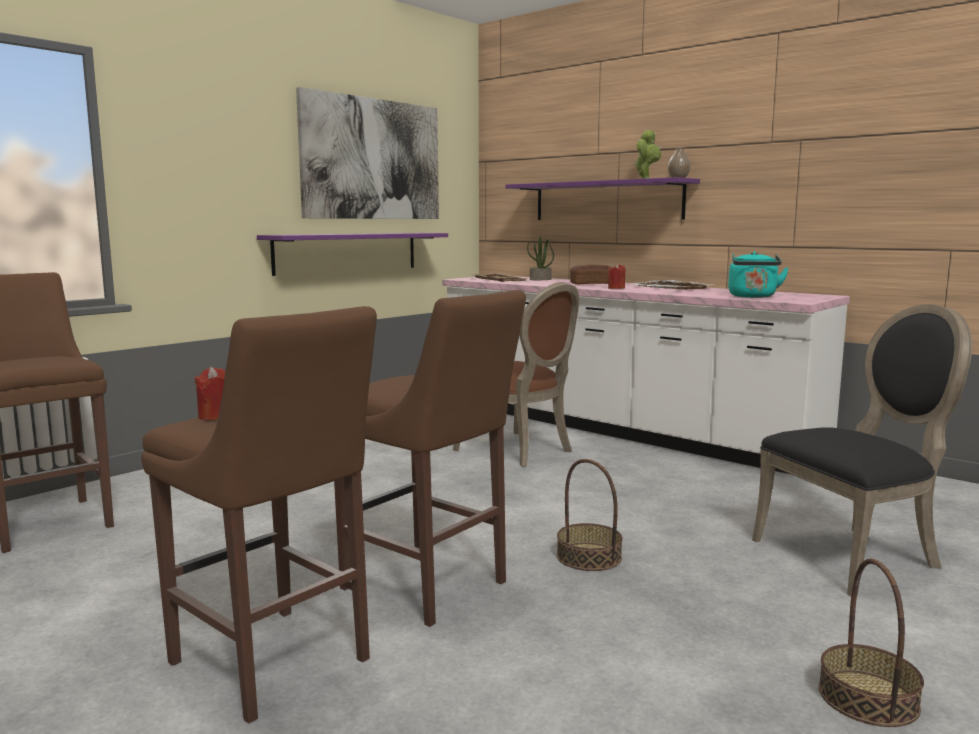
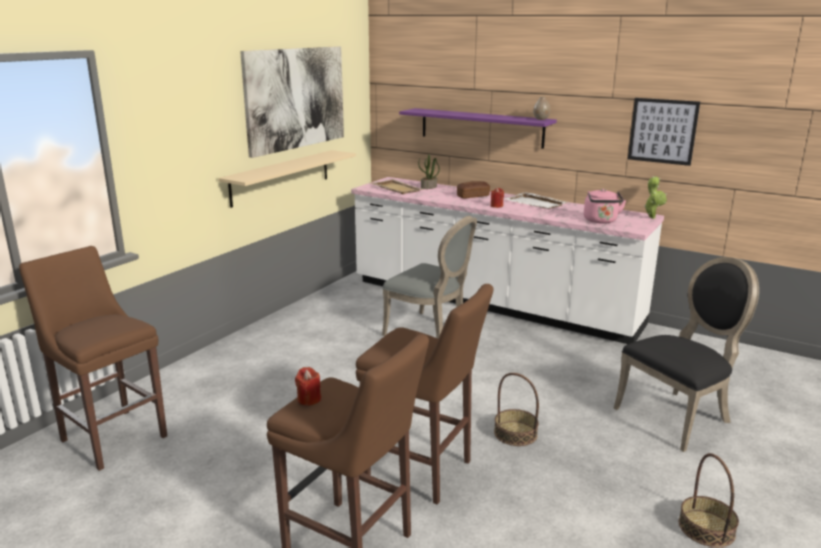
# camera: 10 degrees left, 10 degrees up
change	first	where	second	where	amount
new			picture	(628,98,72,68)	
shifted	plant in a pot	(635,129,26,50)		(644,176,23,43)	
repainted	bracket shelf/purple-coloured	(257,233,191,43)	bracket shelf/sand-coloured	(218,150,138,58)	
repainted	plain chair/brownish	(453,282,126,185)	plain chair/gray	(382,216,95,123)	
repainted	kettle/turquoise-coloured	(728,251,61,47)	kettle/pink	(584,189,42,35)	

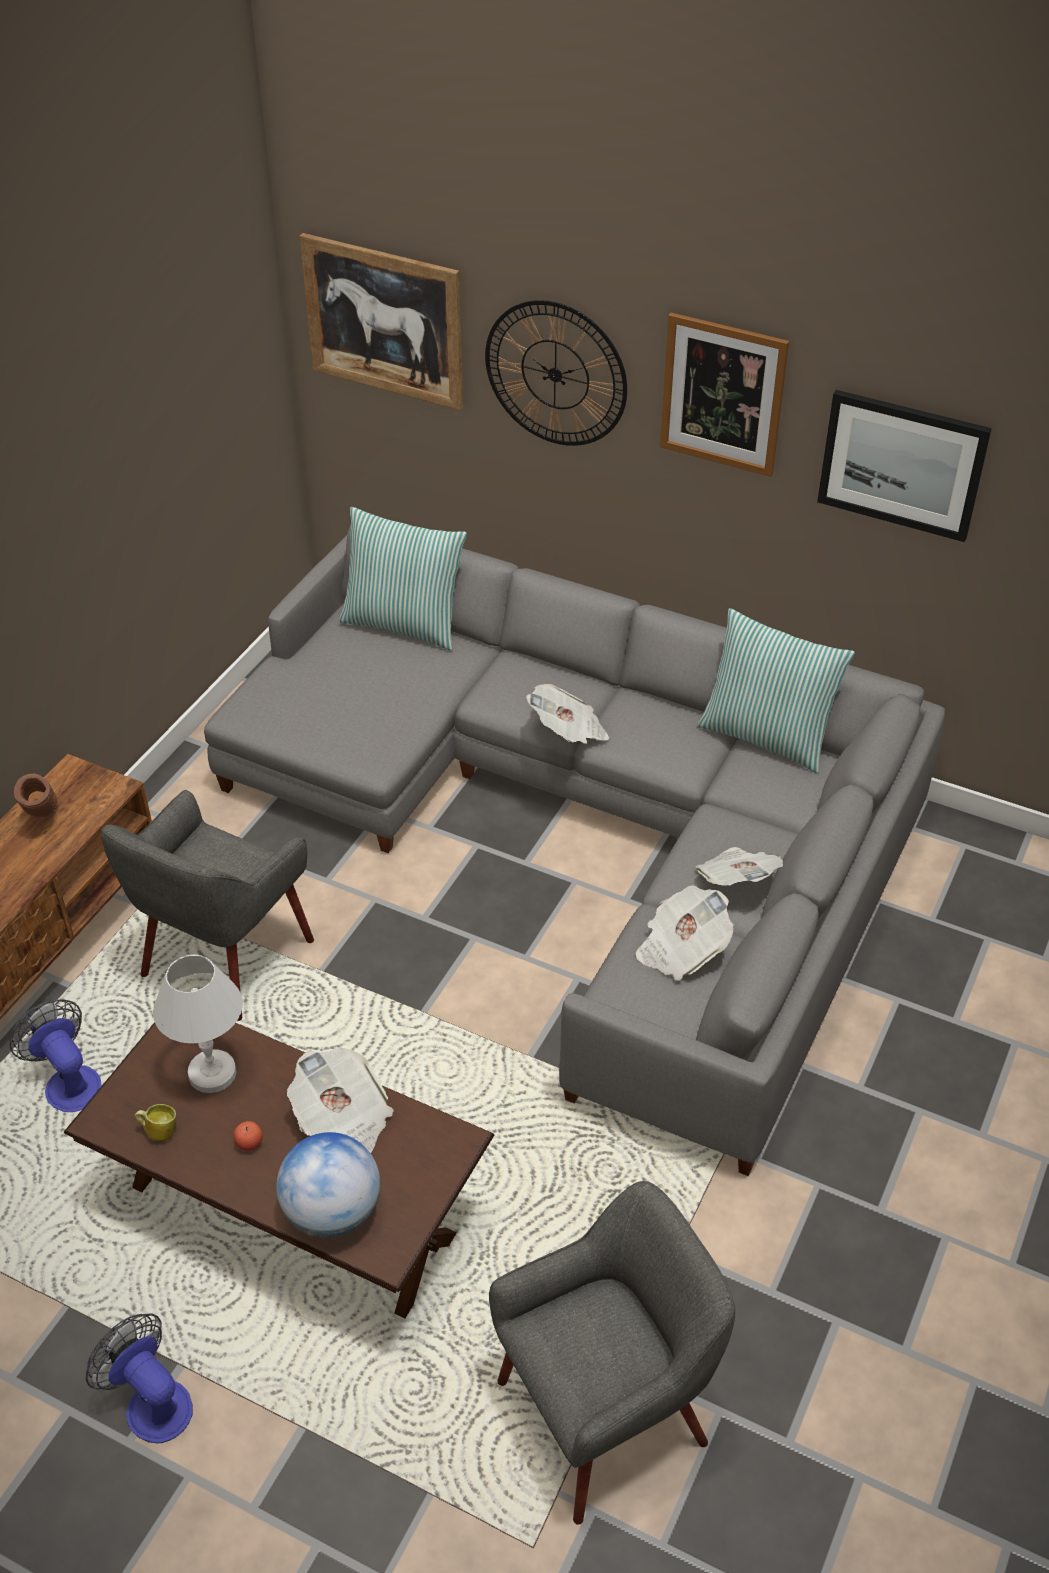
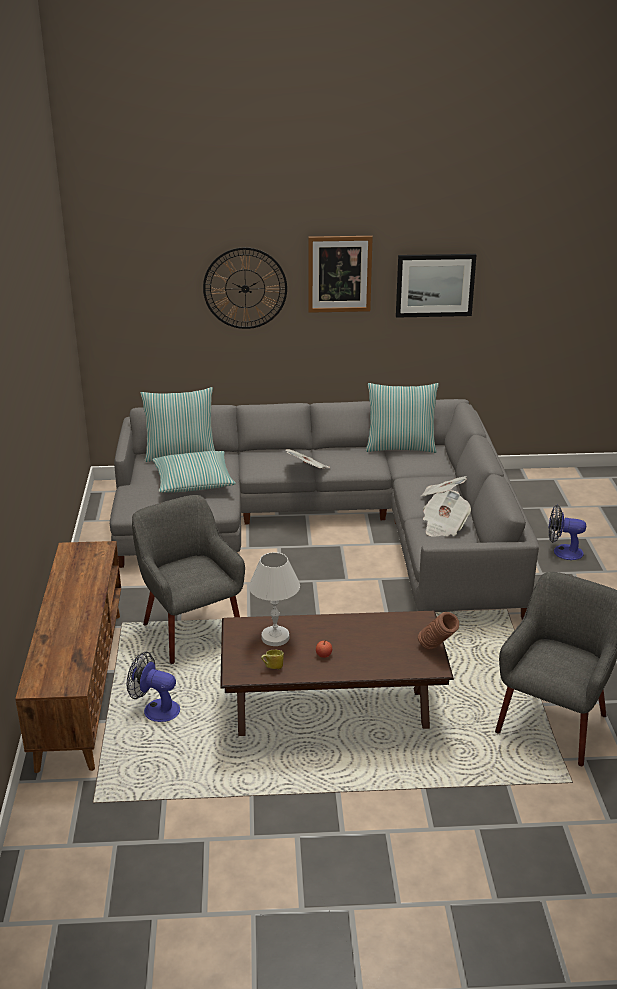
# camera: 30 degrees left, 15 degrees down
change	first	where	second	where	amount
gone	globe	(276,1132,104,106)			
gone	printed paper	(287,1048,107,105)			
gone	picture	(300,233,163,178)			
new			cushion	(152,451,84,42)	
shifted	vase/brownish	(14,774,43,43)		(418,612,41,37)	
shifted	electric fan	(86,1314,107,129)		(549,505,37,55)	
rotated	armchair/gray	(101,790,213,231)		(132,495,113,169)	150 degrees clockwise

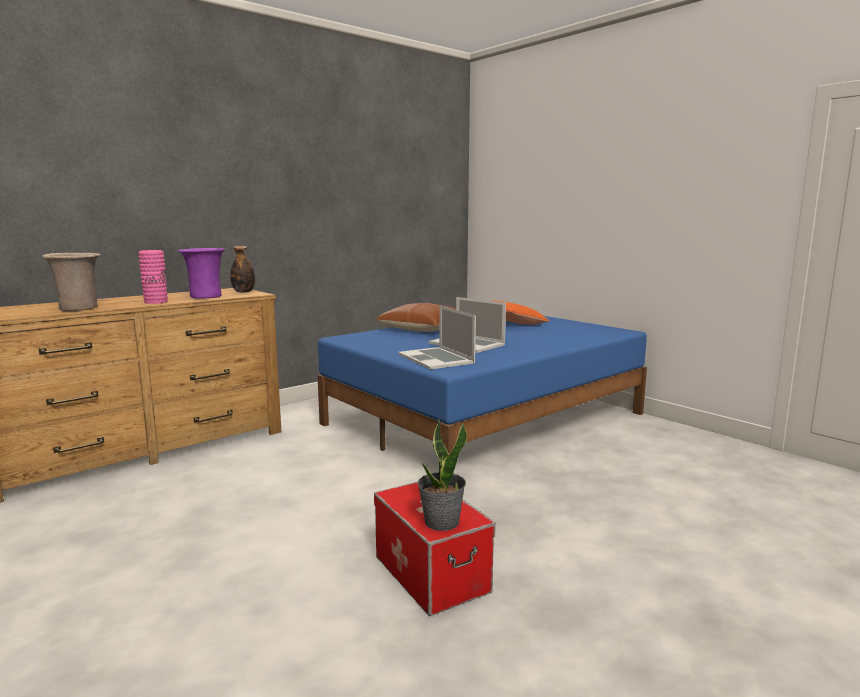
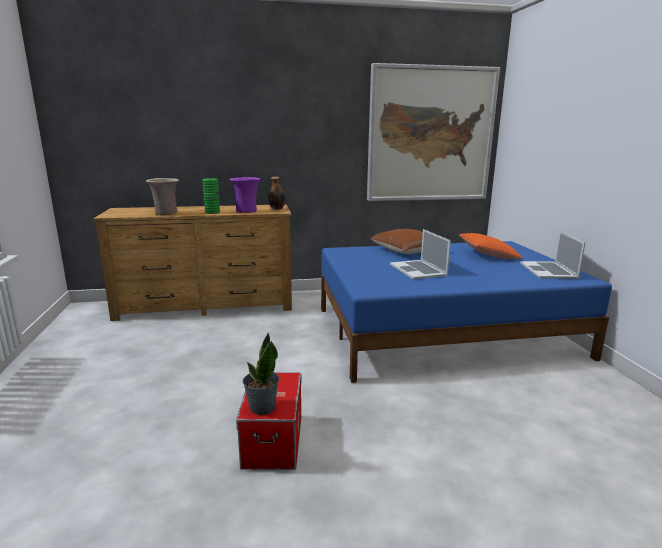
# camera: 30 degrees right, 5 degrees up
change	first	where	second	where	amount
new			picture	(367,63,133,138)	
shifted	notebook computer	(398,306,78,64)		(520,231,65,48)	
repainted	vase/pink	(138,250,30,54)	vase/greenish	(202,178,18,36)	

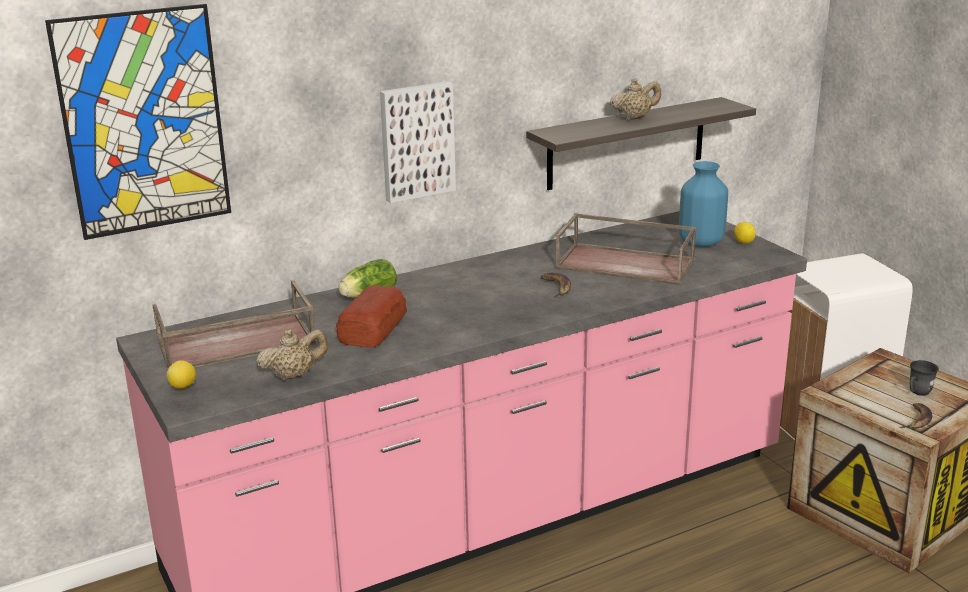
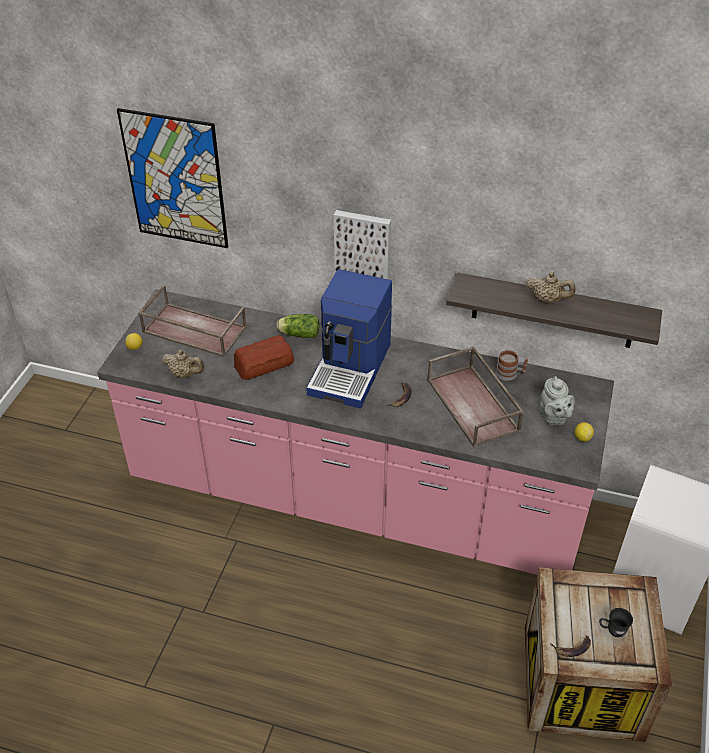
# camera: 45 degrees right, 20 degrees up
change	first	where	second	where	amount
new			coffee machine	(306,269,86,140)	
new			coffee mug	(495,350,33,31)	
swapped	vase/blue-coloured	(679,161,49,86)	pot for tea/gray	(539,376,36,49)	

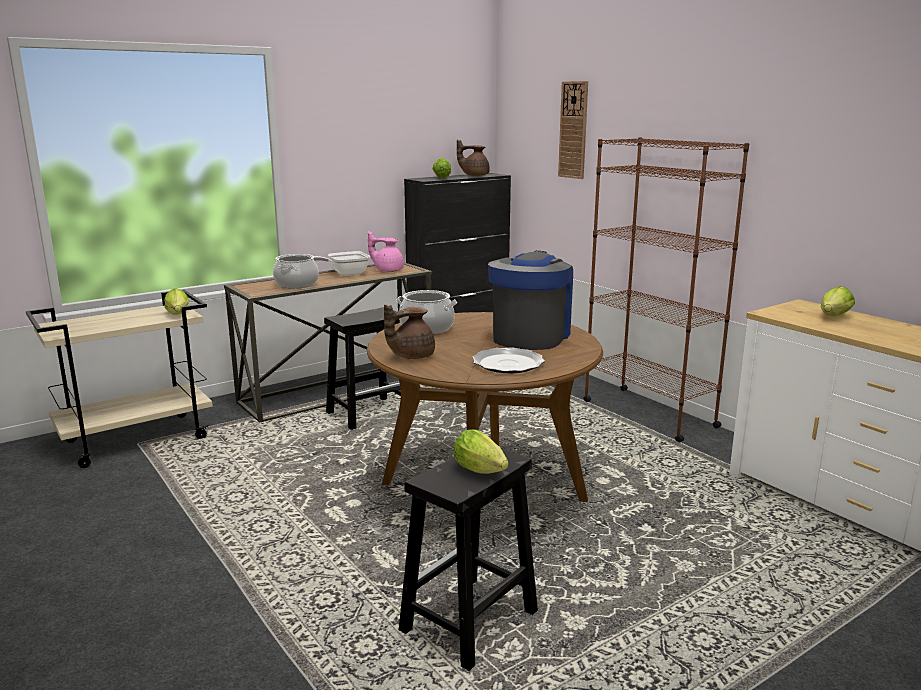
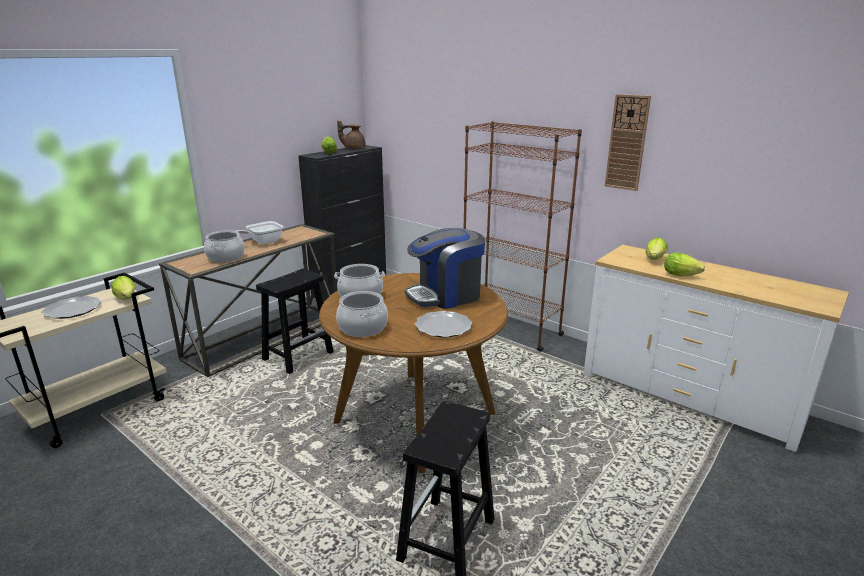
# camera: 15 degrees left, 5 degrees up
change	first	where	second	where	amount
gone	pot for tea/pink	(368,231,36,41)			
new			plate	(42,296,60,23)	
shifted	head of lettuce	(453,429,55,45)		(664,253,41,23)	
shifted	wall clock	(558,81,30,98)		(605,94,46,97)	
swapped	pot for tea/brownish	(384,305,51,54)	stockpot	(336,291,52,46)	
rotated	coffee machine	(488,251,85,99)		(405,228,80,81)	120 degrees counterclockwise

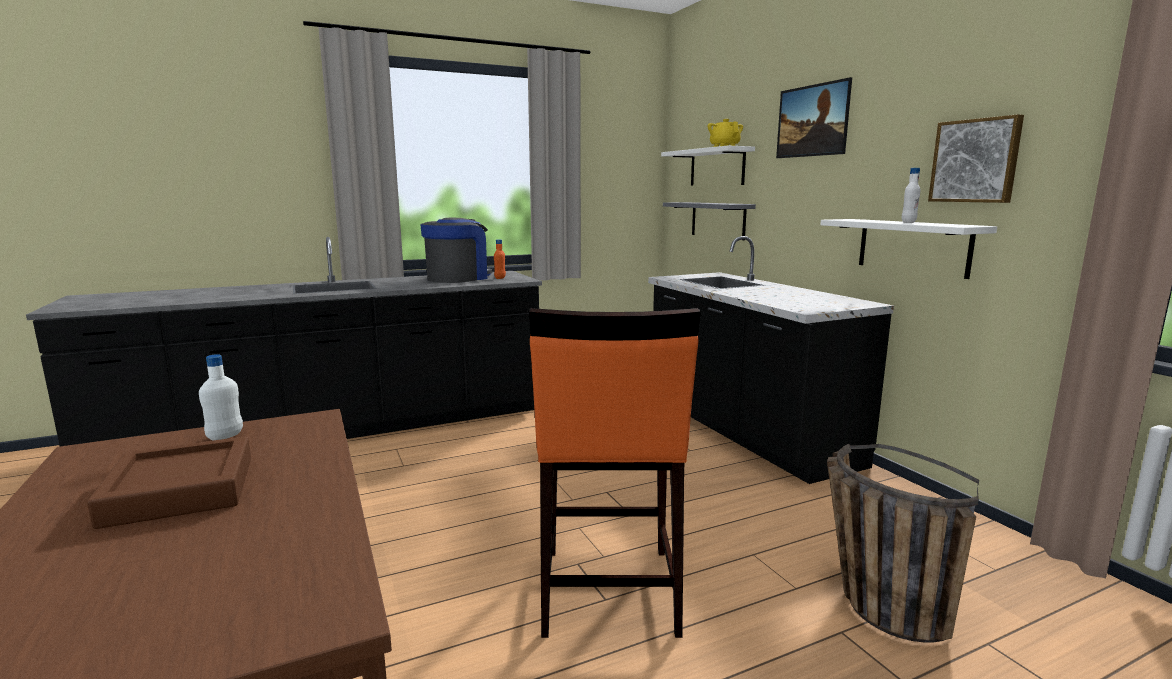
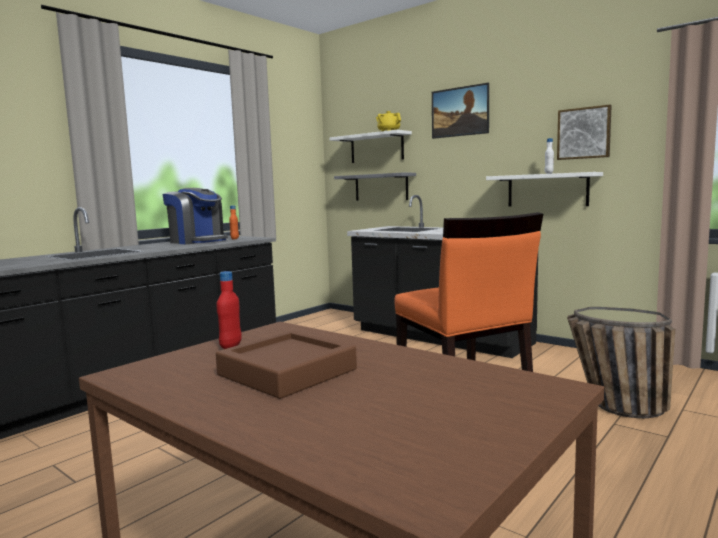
# camera: 25 degrees left, 5 degrees down
change	first	where	second	where	amount
repainted	bottle/white	(199,354,44,86)	bottle/red-coloured	(216,271,26,78)	
rotated	coffee machine	(420,218,73,65)		(162,188,66,56)	120 degrees clockwise

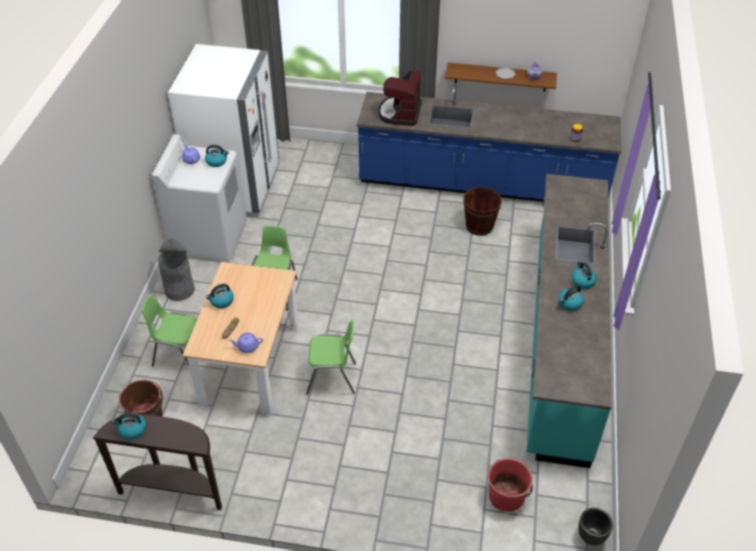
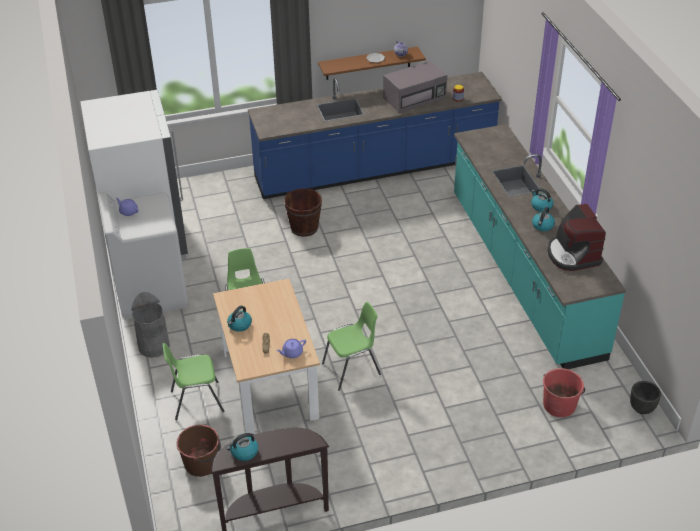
# camera: 25 degrees left, 5 degrees down
change	first	where	second	where	amount
gone	kettle	(205,145,24,22)			
new			microwave/gray	(383,61,64,52)	
shifted	coffee machine	(378,70,44,56)		(547,204,59,67)	
shifted	pail/brownish	(464,187,38,49)		(284,188,38,49)	

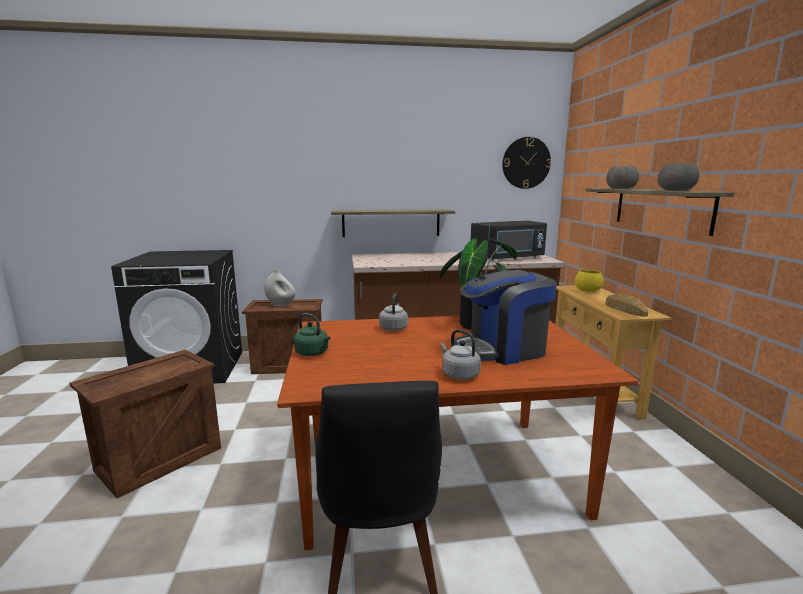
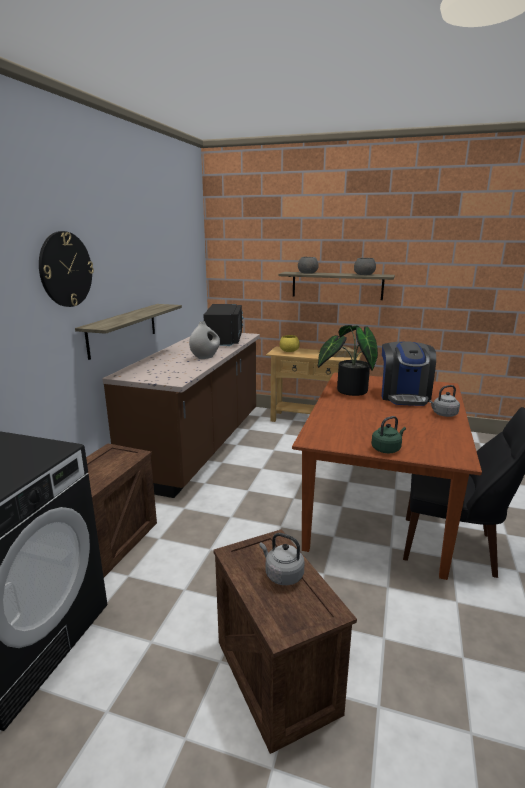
# camera: 65 degrees left, 5 degrees up
change	first	where	second	where	amount
shifted	vase/white	(264,270,32,37)		(189,321,31,38)	
shifted	kettle/gray	(379,293,29,38)		(260,533,44,52)	
shifted	wall clock	(502,137,49,52)		(39,231,55,76)	

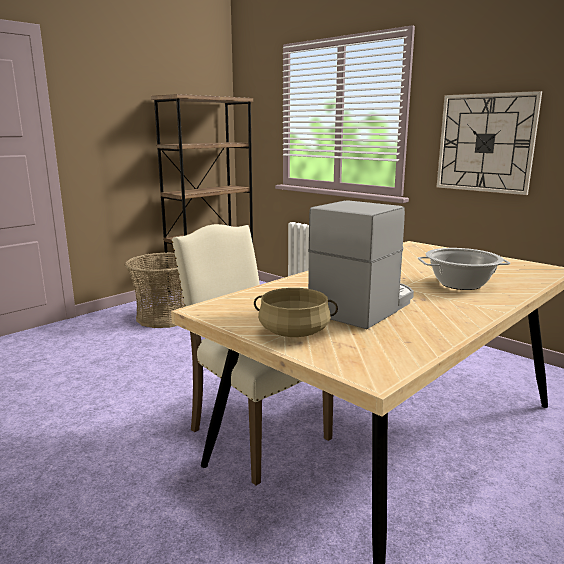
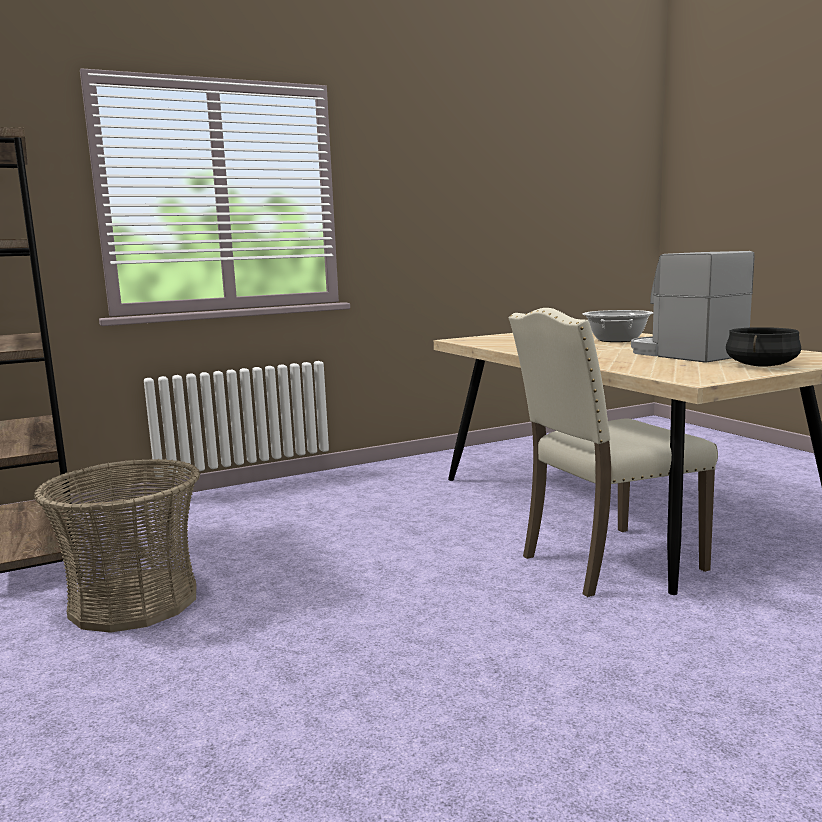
# camera: 70 degrees left, 5 degrees down
change	first	where	second	where	amount
gone	wall clock	(437,91,105,104)			
repainted	stockpot/sand-coloured	(254,288,84,49)	stockpot/blackish	(726,327,75,40)	

